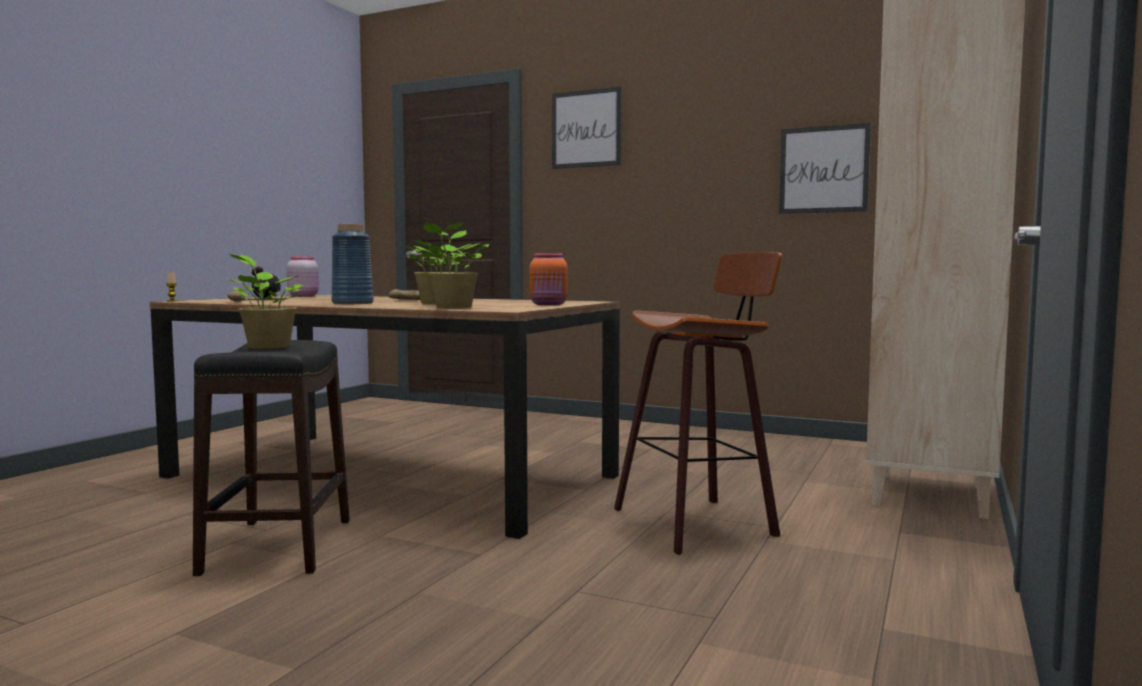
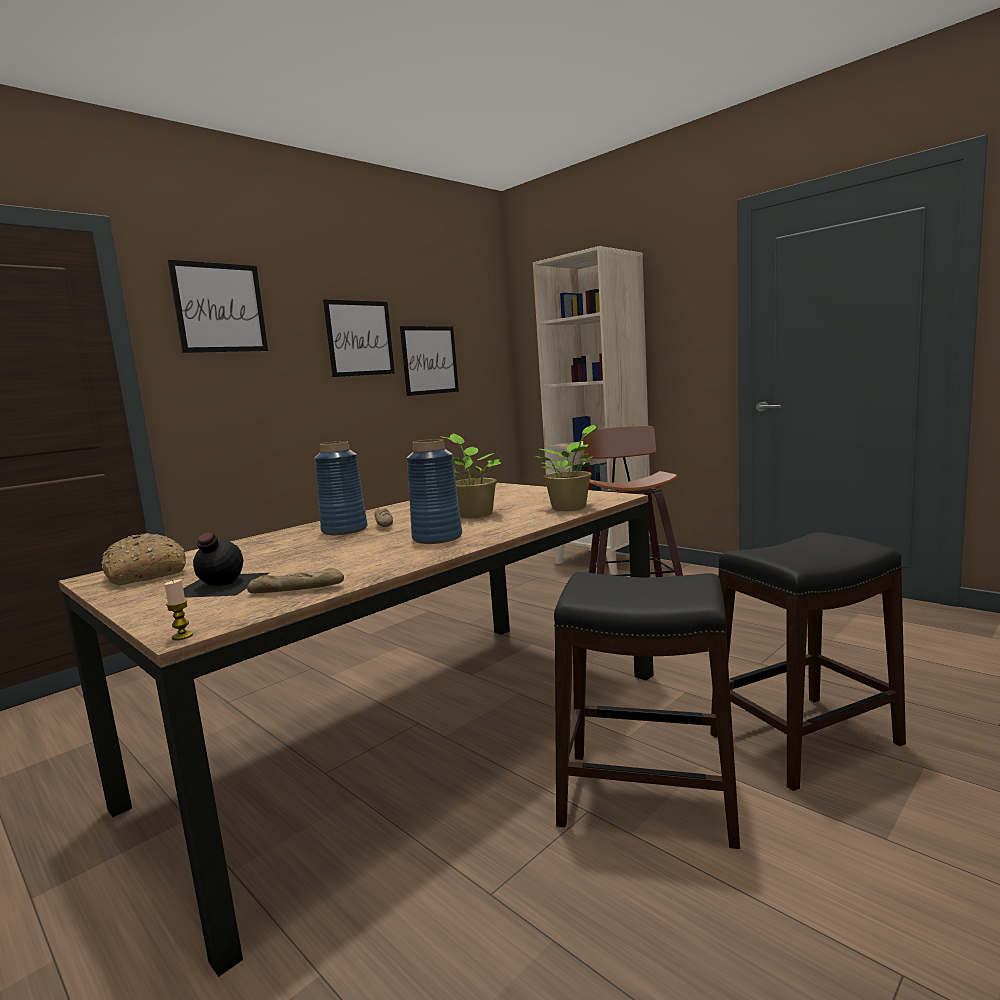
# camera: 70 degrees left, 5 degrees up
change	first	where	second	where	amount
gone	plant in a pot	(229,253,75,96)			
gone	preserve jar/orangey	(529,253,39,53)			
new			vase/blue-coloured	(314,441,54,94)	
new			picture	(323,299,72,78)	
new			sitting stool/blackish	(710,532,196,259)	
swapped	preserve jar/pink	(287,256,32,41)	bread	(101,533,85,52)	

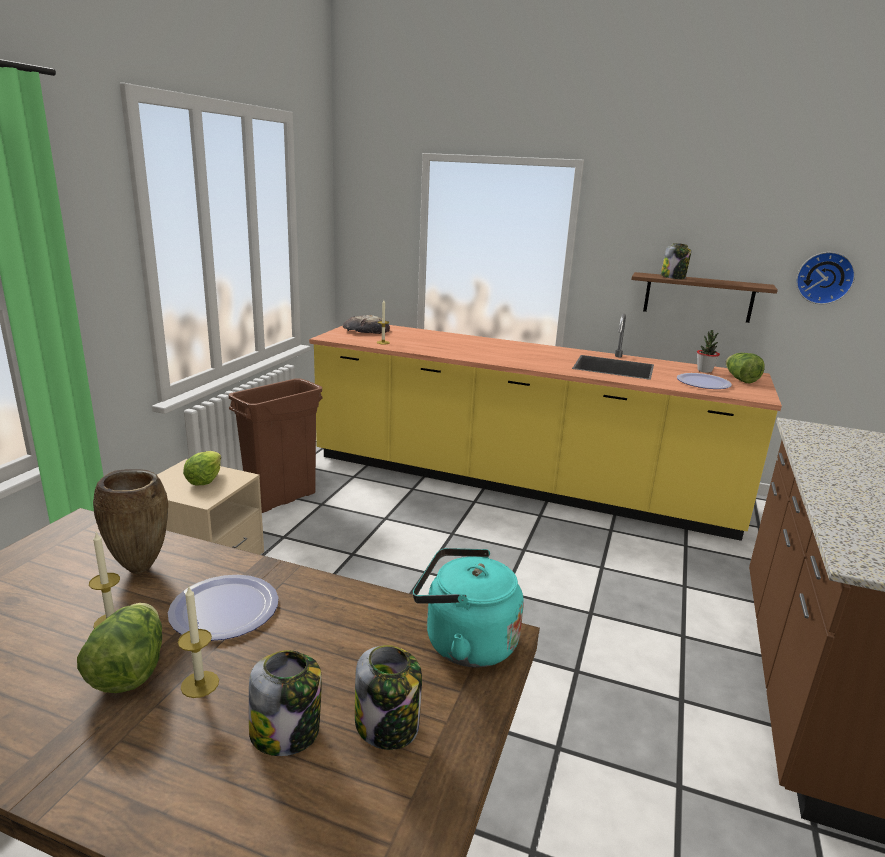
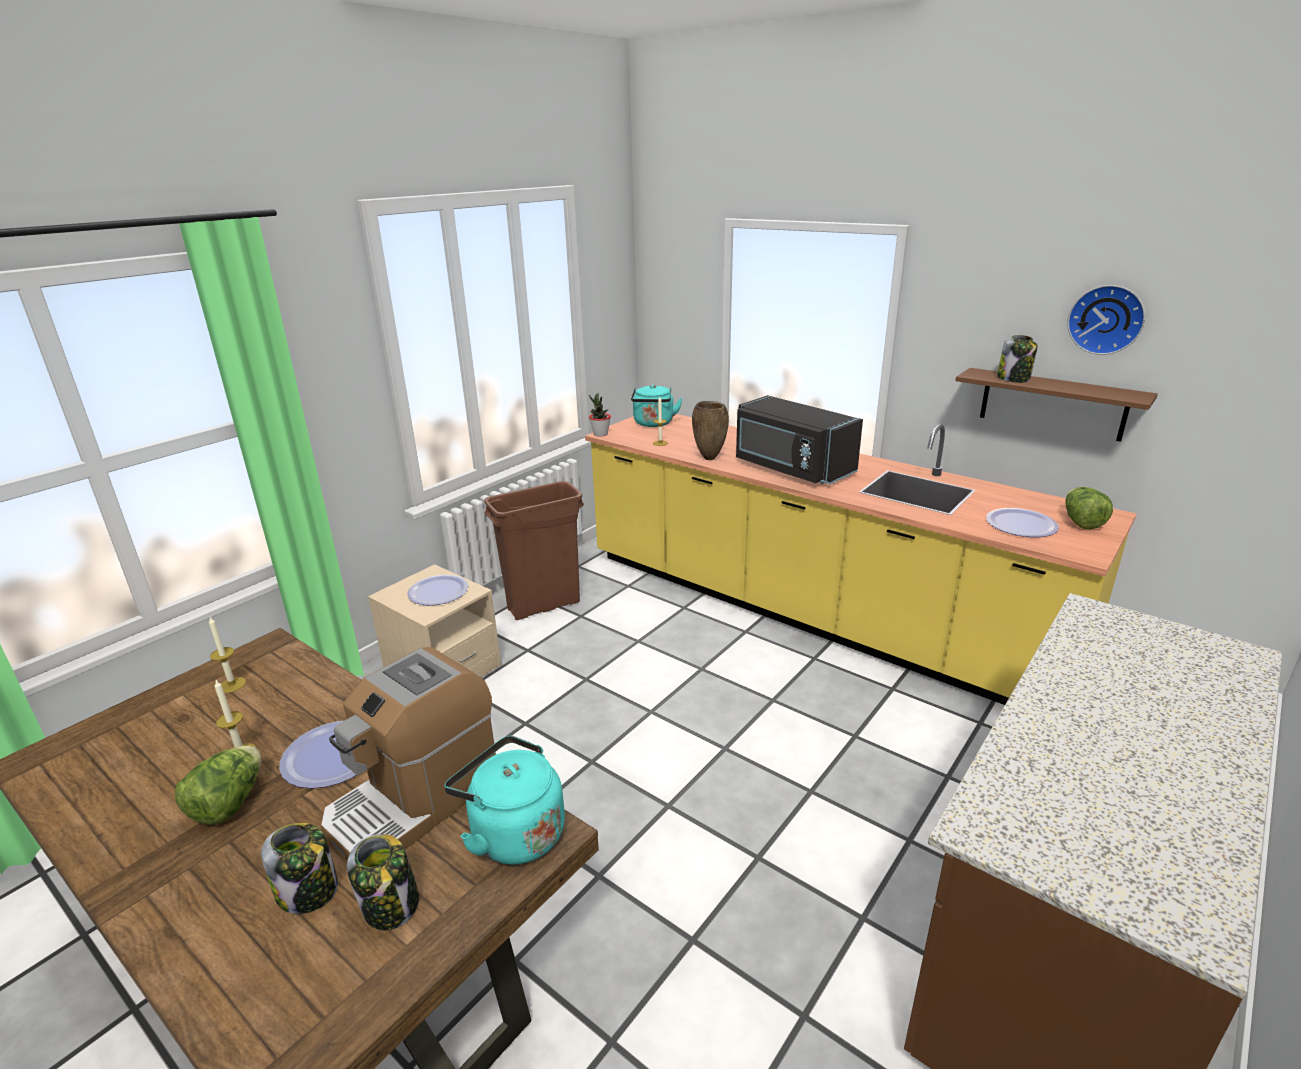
# camera: 20 degrees right, 5 degrees up
change	first	where	second	where	amount
new			coffee machine	(321,647,175,214)	
new			microwave/blackish	(736,395,127,89)	
shifted	vase/brownish	(93,469,75,105)		(692,401,37,59)	
shifted	wax candle	(178,585,41,113)		(209,617,37,76)	
shifted	plant in a pot	(697,330,23,43)		(589,393,22,44)	
shifted	wall clock	(796,252,59,52)		(1067,285,78,70)	
swapped	head of lettuce	(183,451,38,34)	plate	(407,575,62,31)	
swapped	bread	(343,315,47,19)	kettle/turquoise-coloured	(631,384,51,43)	

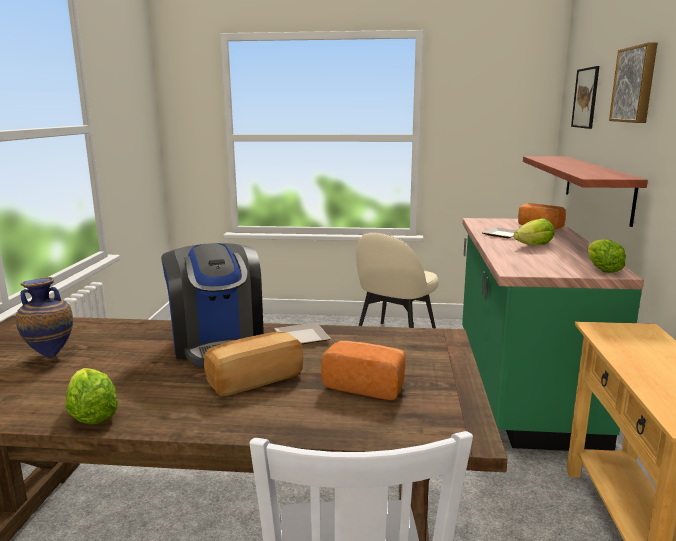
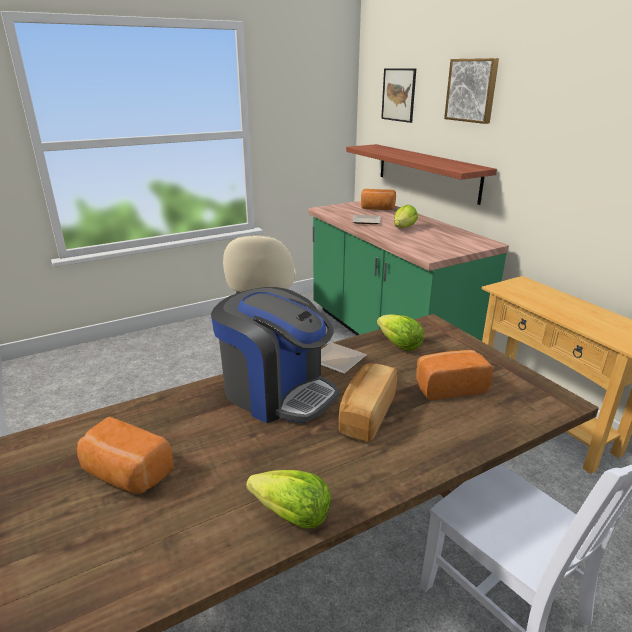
# camera: 35 degrees left, 10 degrees up
change	first	where	second	where	amount
shifted	head of lettuce	(587,239,39,34)		(377,314,47,37)	
swapped	vase	(16,277,57,82)	bread	(77,417,96,77)	

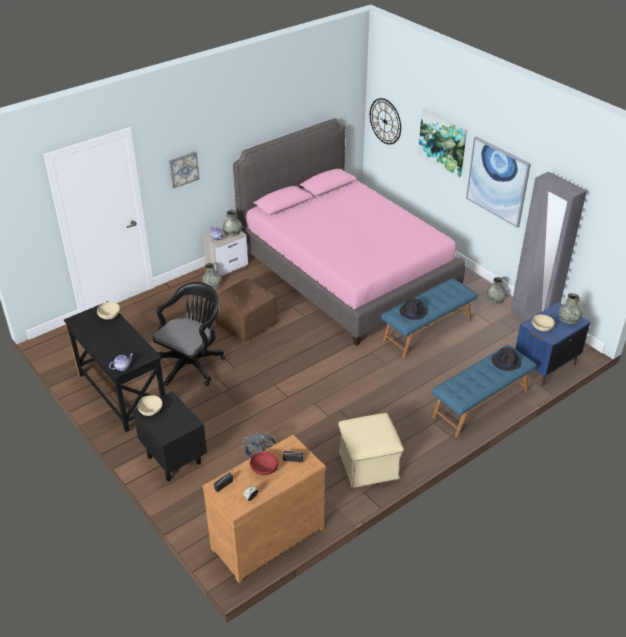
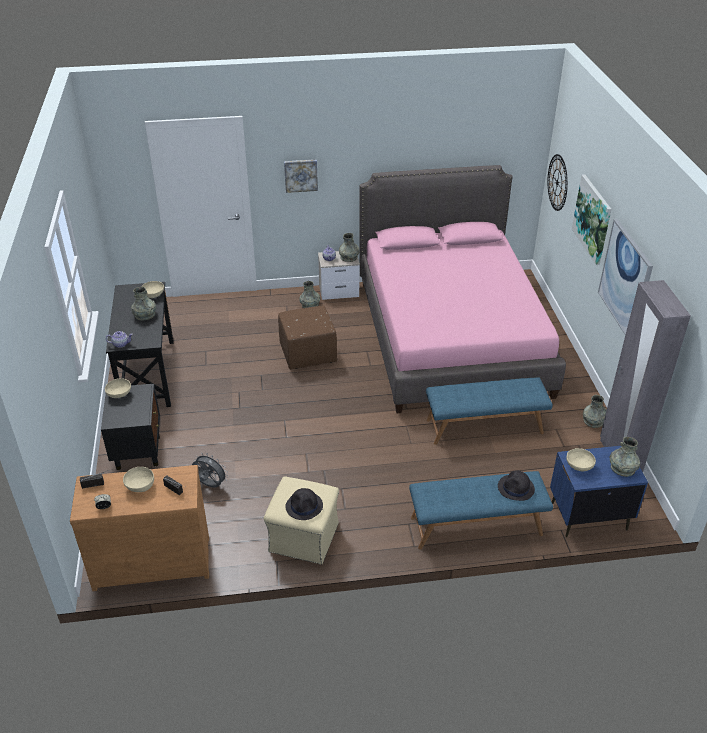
# camera: 30 degrees right, 0 degrees up
change	first	where	second	where	amount
gone	computer chair/blackish	(153,282,72,104)			
new			vase/gray	(131,287,25,33)	
shifted	wearable hat/blackish	(400,298,27,22)		(285,488,38,32)	
repainted	deep dish/red-coloured	(250,452,28,23)	deep dish/sand-coloured	(123,467,31,25)	

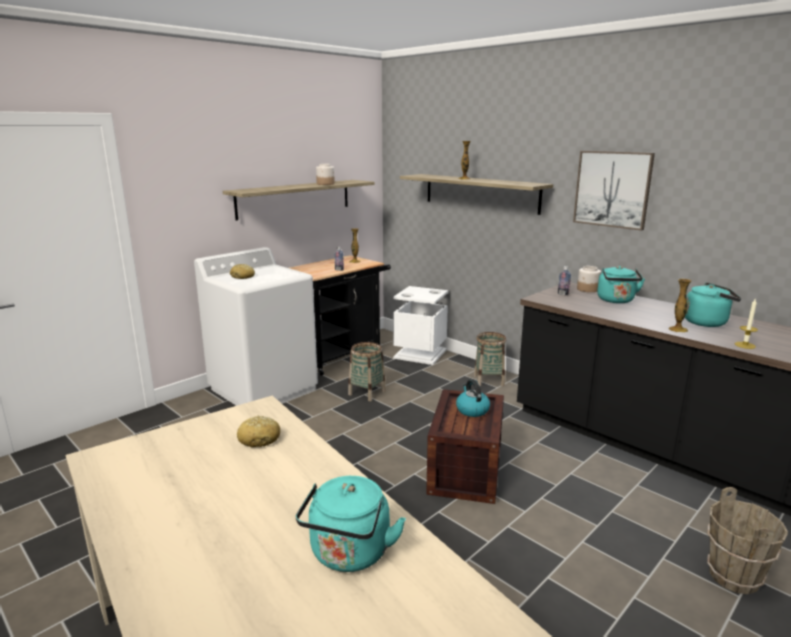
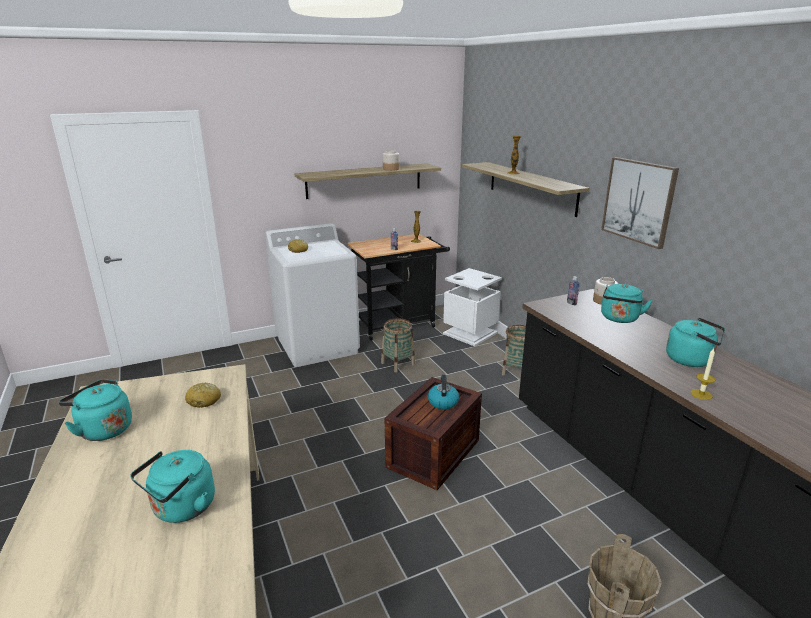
# camera: 20 degrees right, 5 degrees up
change	first	where	second	where	amount
gone	vase	(669,279,23,53)			
new			kettle/turquoise-coloured	(59,379,73,62)	

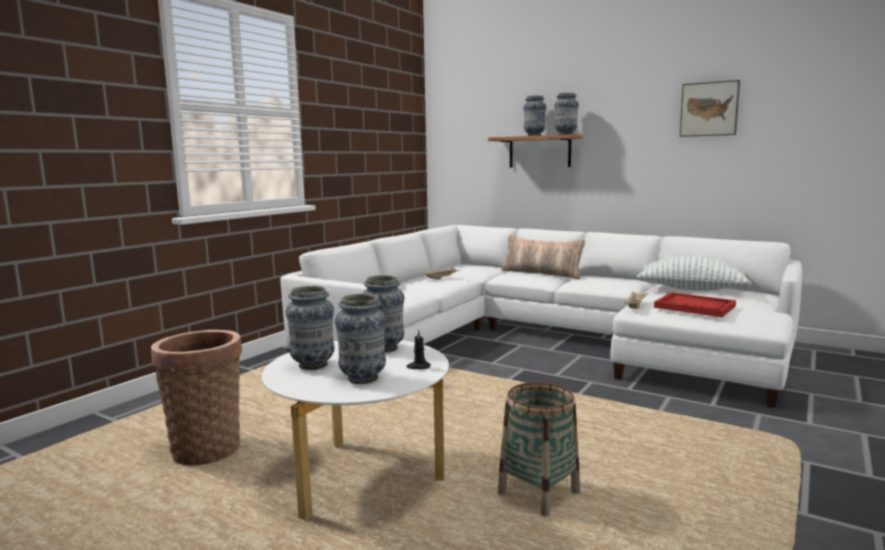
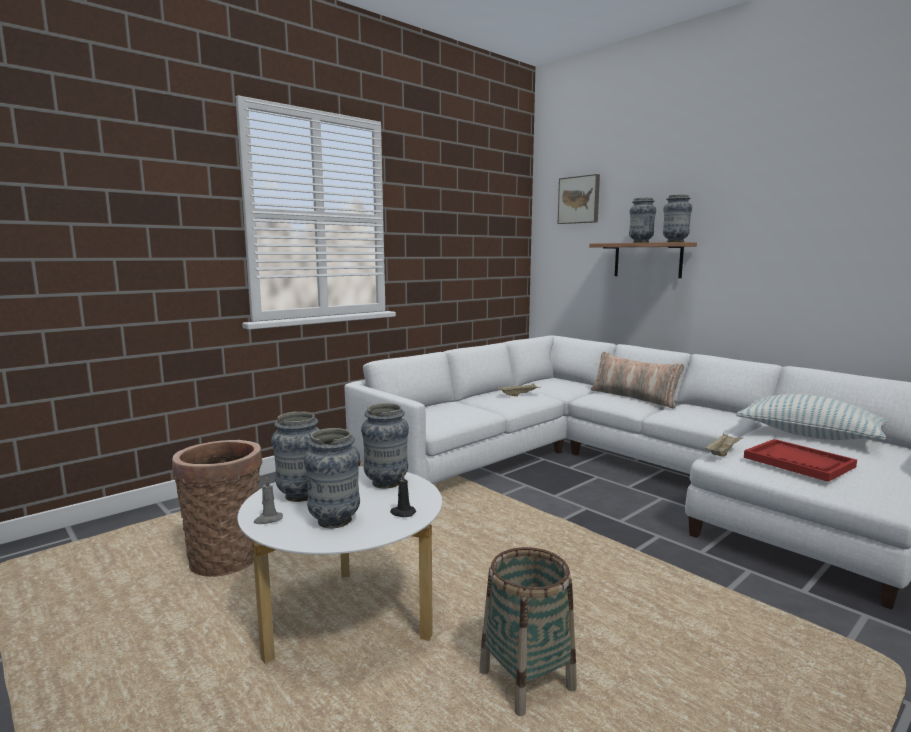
# camera: 15 degrees right, 0 degrees up
change	first	where	second	where	amount
new			wax candle/gray	(254,477,29,47)	
shifted	picture	(679,80,61,57)		(558,174,42,50)	

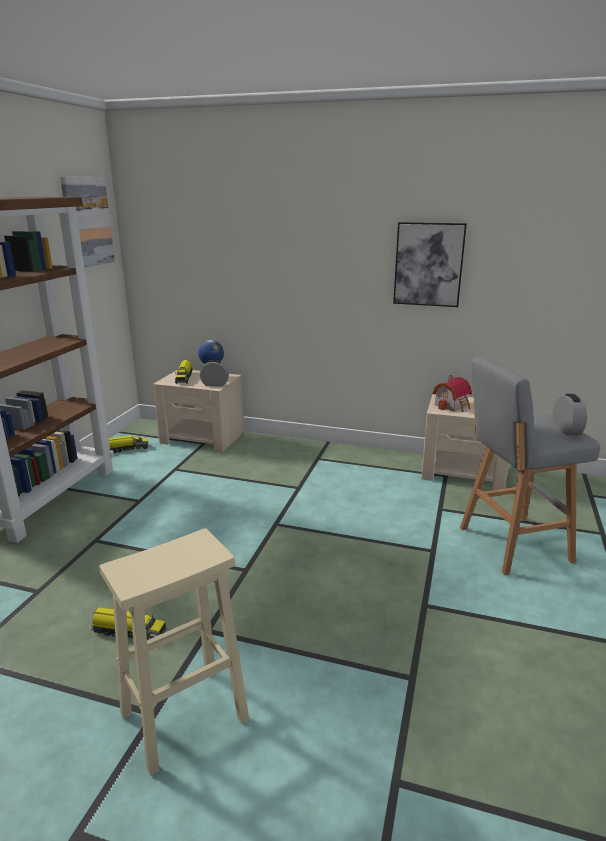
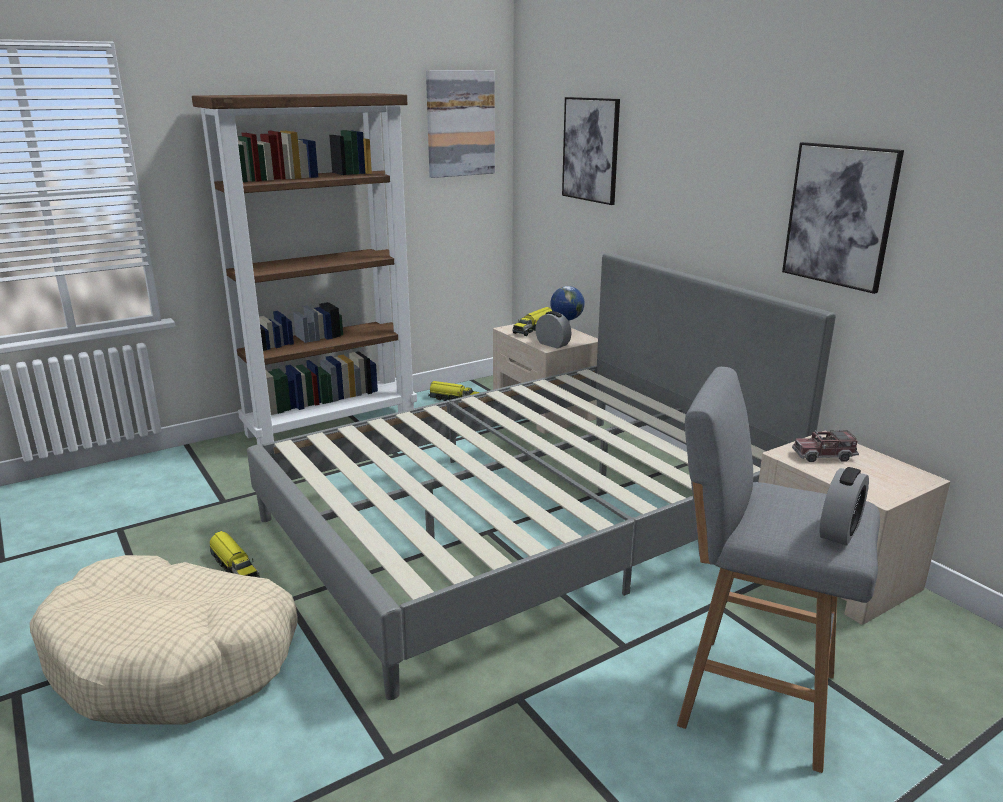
# camera: 40 degrees right, 0 degrees up
change	first	where	second	where	amount
new			sleeping bed/gray	(247,253,589,447)	
new			picture	(562,97,58,108)	
swapped	sitting stool/sand-coloured	(99,528,150,248)	pet bed/sand-coloured	(30,555,268,170)	
swapped	toy house	(433,375,39,37)	toy truck	(792,430,67,32)	

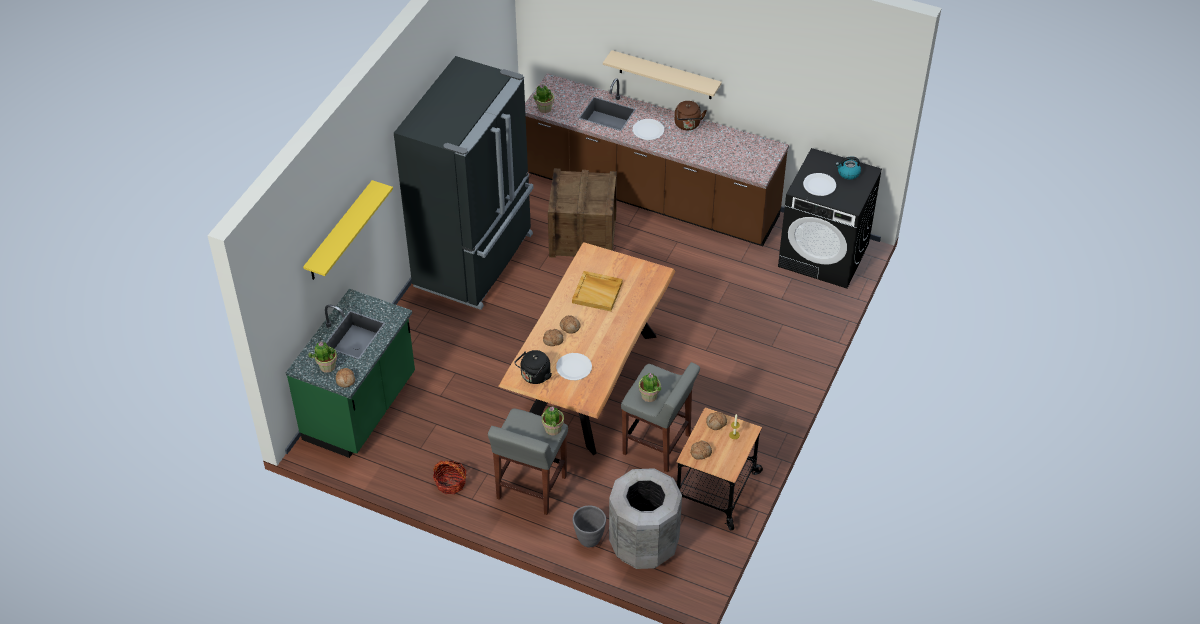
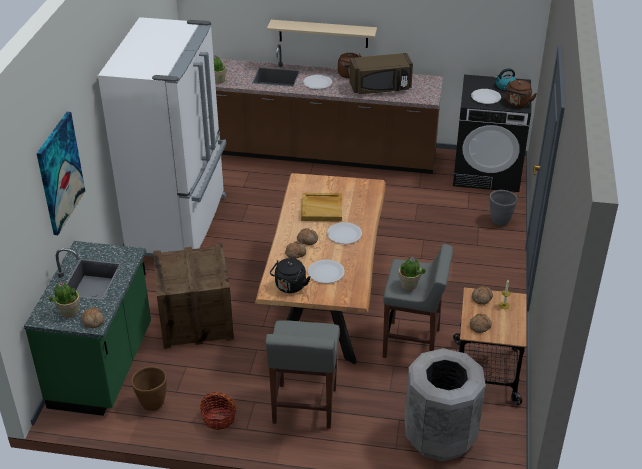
# camera: 15 degrees left, 10 degrees down
change	first	where	second	where	amount
gone	plant in a pot	(542,406,22,29)			
new			plant pot/brownish	(131,366,36,45)	
new			plate/white	(327,222,35,22)	
new			microwave/brownish	(350,53,63,41)	
new			kettle/brownish	(504,80,33,27)	
shifted	packing crate	(548,168,69,90)		(153,243,81,106)	
shifted	plant pot/gray	(573,506,33,41)		(489,190,29,36)	
swapped	bracket shelf/yellowish	(303,180,90,100)	picture	(36,112,49,123)	
repainted	refrigerator/blackish	(394,56,140,254)	refrigerator/white	(98,17,128,240)	

